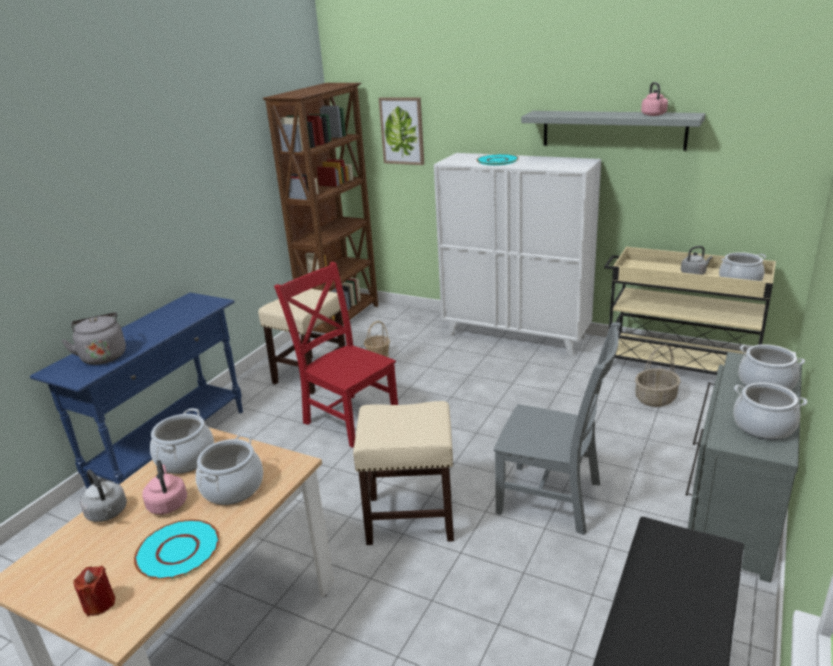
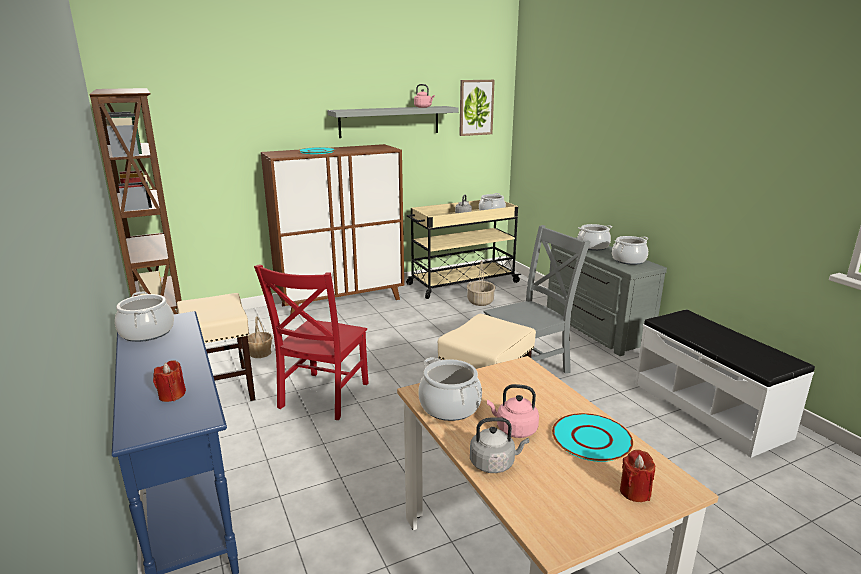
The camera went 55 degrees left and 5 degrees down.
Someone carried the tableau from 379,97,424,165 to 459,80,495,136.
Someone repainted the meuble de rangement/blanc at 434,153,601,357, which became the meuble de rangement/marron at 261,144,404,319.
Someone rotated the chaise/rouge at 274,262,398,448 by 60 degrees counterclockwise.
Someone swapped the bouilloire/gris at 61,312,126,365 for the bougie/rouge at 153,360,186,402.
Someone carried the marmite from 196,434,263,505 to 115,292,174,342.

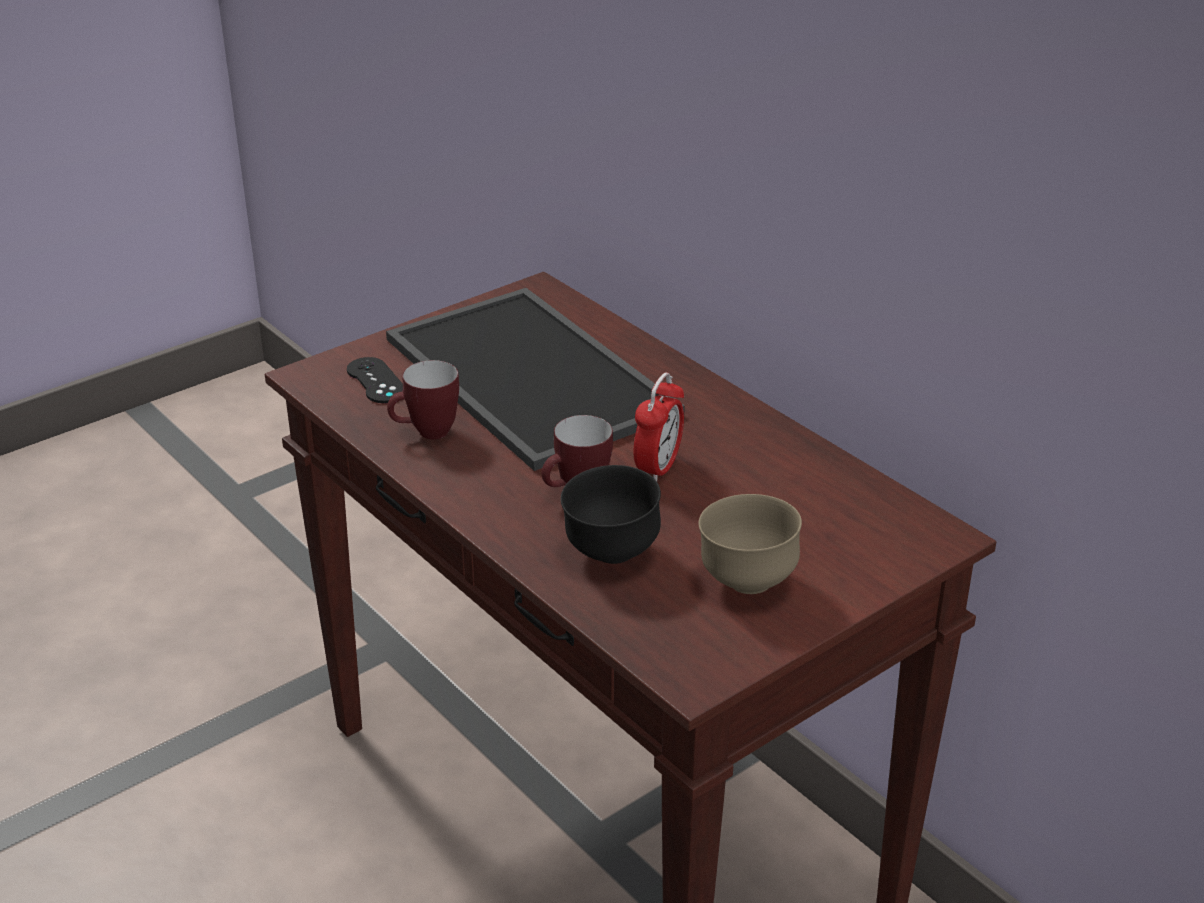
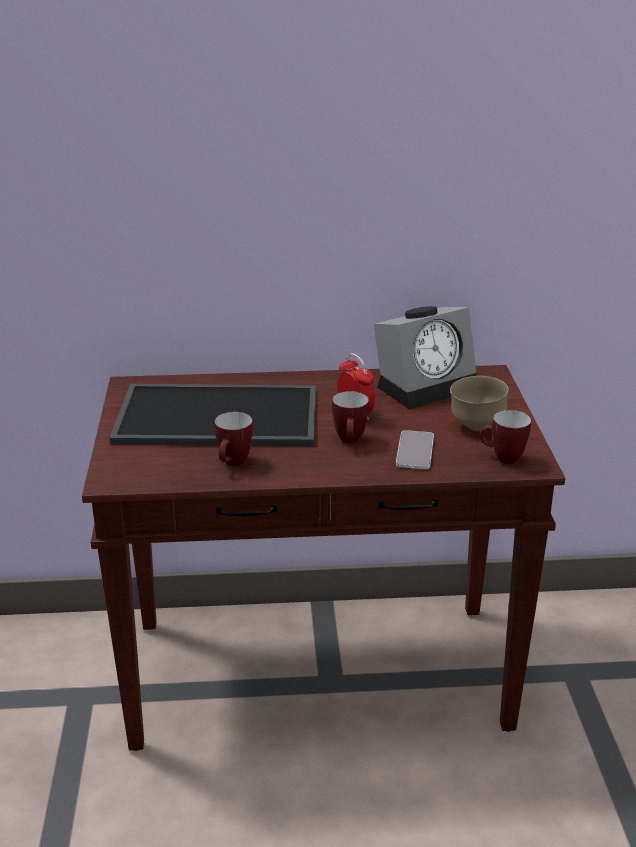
The camera went 55 degrees left and 5 degrees down.
Someone took away the manette/noir at 347,357,403,403.
Someone swapped the bol/noir at 560,465,661,564 for the téléphone at 396,430,434,470.
Someone put down the réveil at 374,306,477,410.
Someone put down the mug at 480,410,531,464.

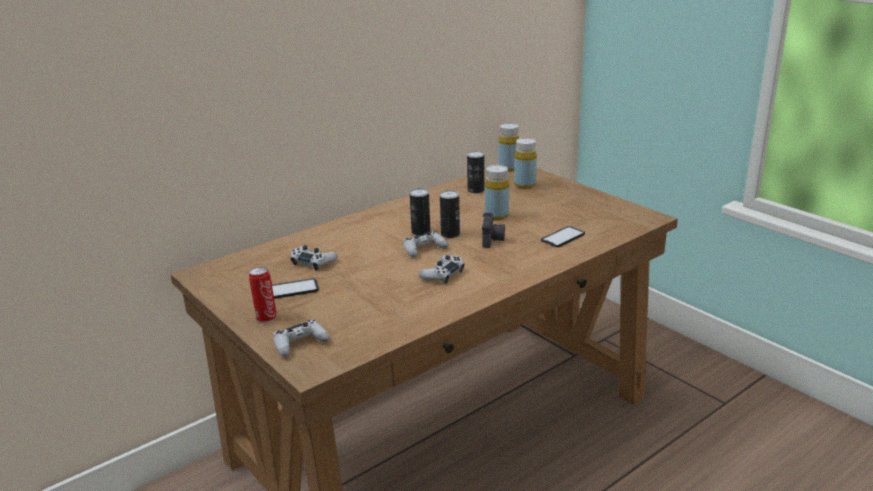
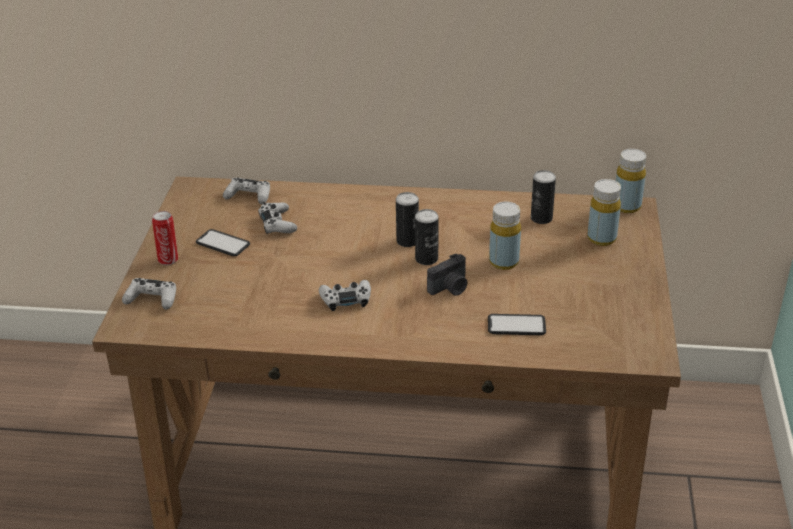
The camera went 45 degrees right and 10 degrees up.
Someone carried the manette/blanc from 403,231,448,258 to 223,178,270,204.

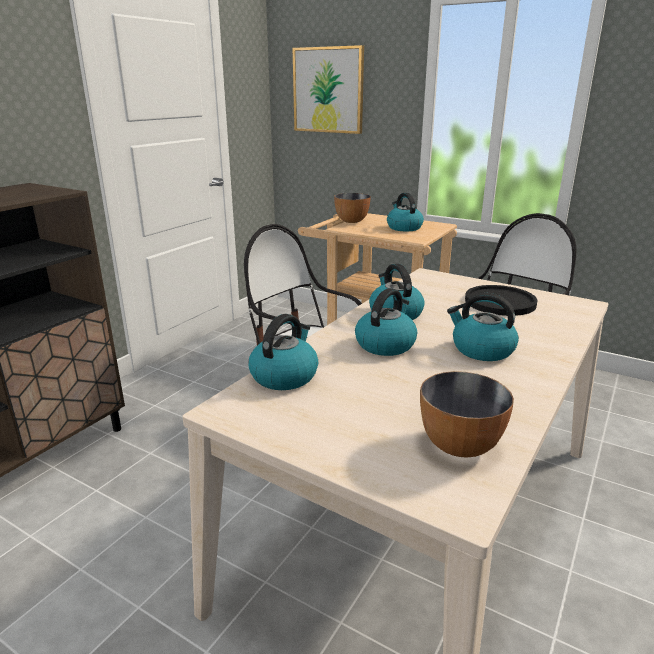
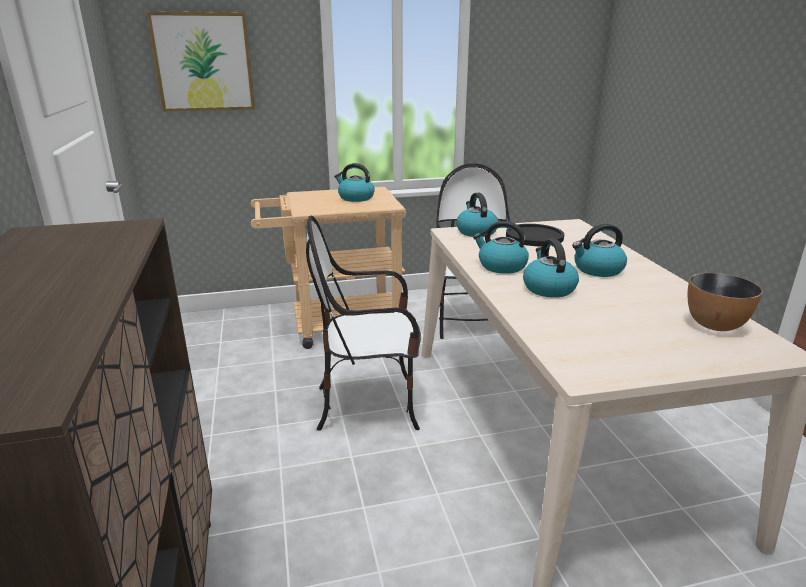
The camera went 45 degrees left and 0 degrees up.
Someone took away the bol at 334,193,370,223.
Someone carried the bouilloire from 249,314,318,390 to 456,193,498,237.

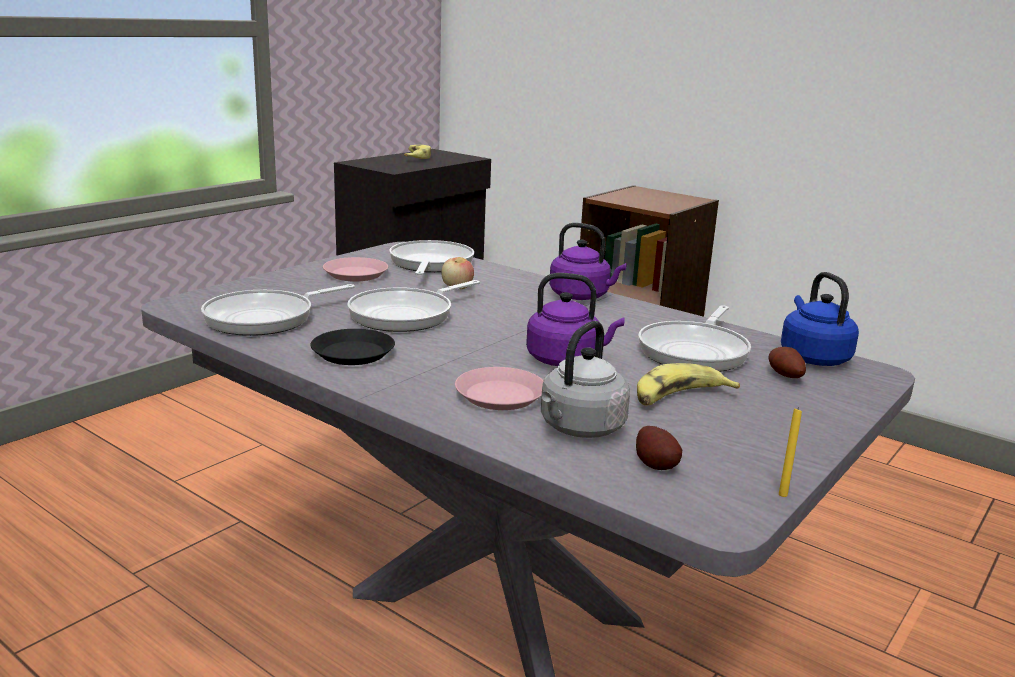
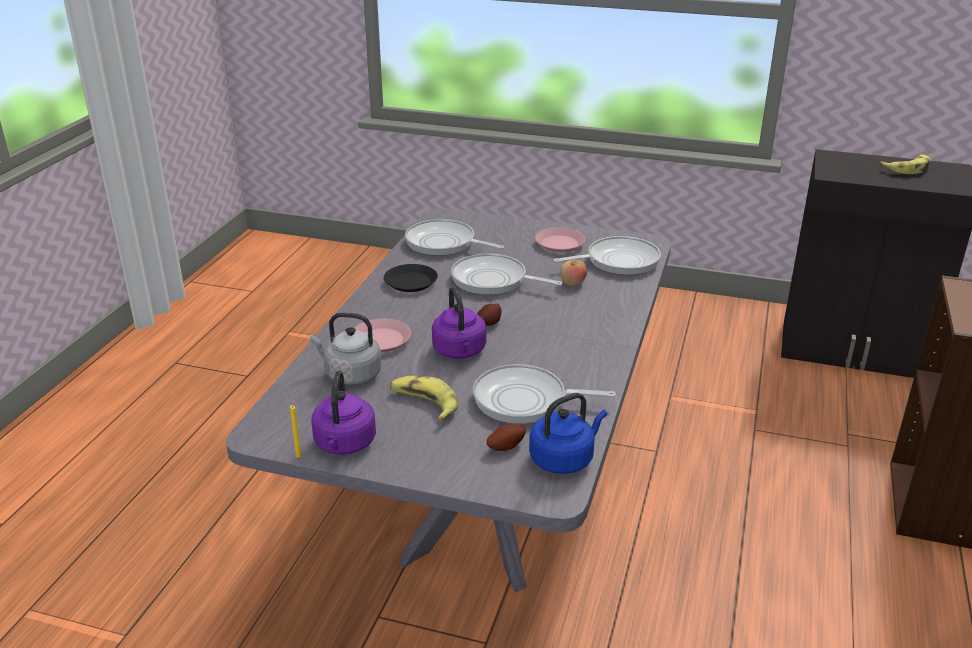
The camera went 70 degrees right and 10 degrees up.
Someone carried the bouilloire/violet from 549,223,627,300 to 312,371,376,455.
Someone carried the pomme de terre from 636,426,682,470 to 477,304,501,326.

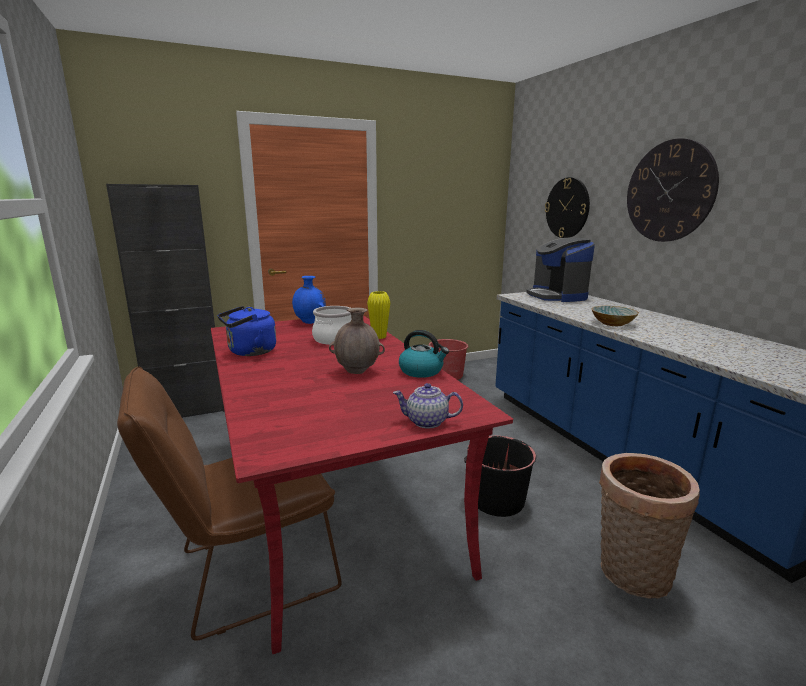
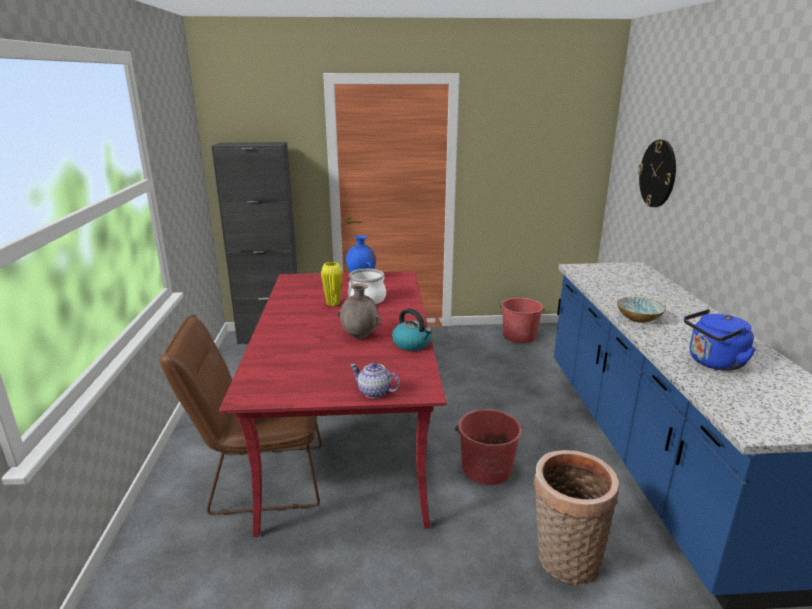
The camera went 20 degrees right and 5 degrees up.
Someone took away the horloge murale at 627,138,719,242.
Someone took away the machine à café at 526,238,595,302.
Someone carried the vase/jaune from 367,291,390,339 to 321,262,342,306.
Someone carried the bouilloire/bleu from 218,306,276,356 to 684,309,756,371.
Someone repainted the seau/noir at 464,436,536,517, which became the seau/rouge at 455,409,523,485.

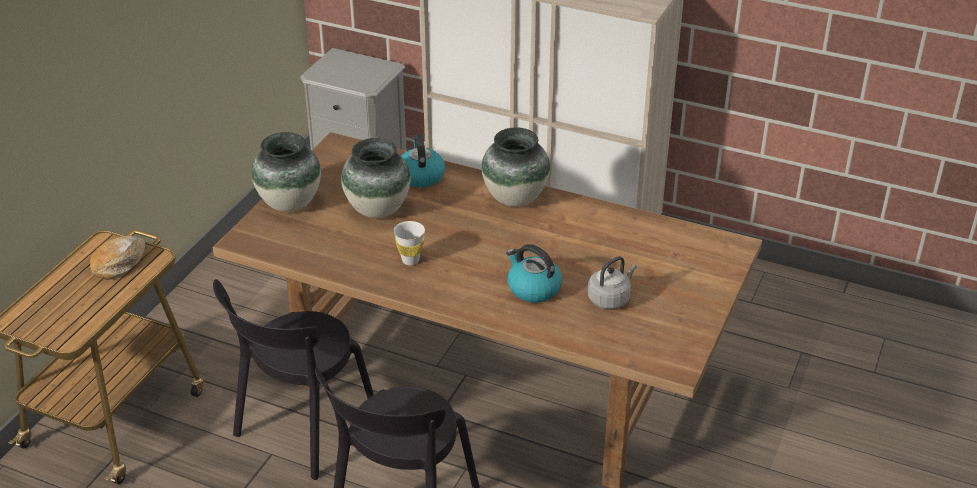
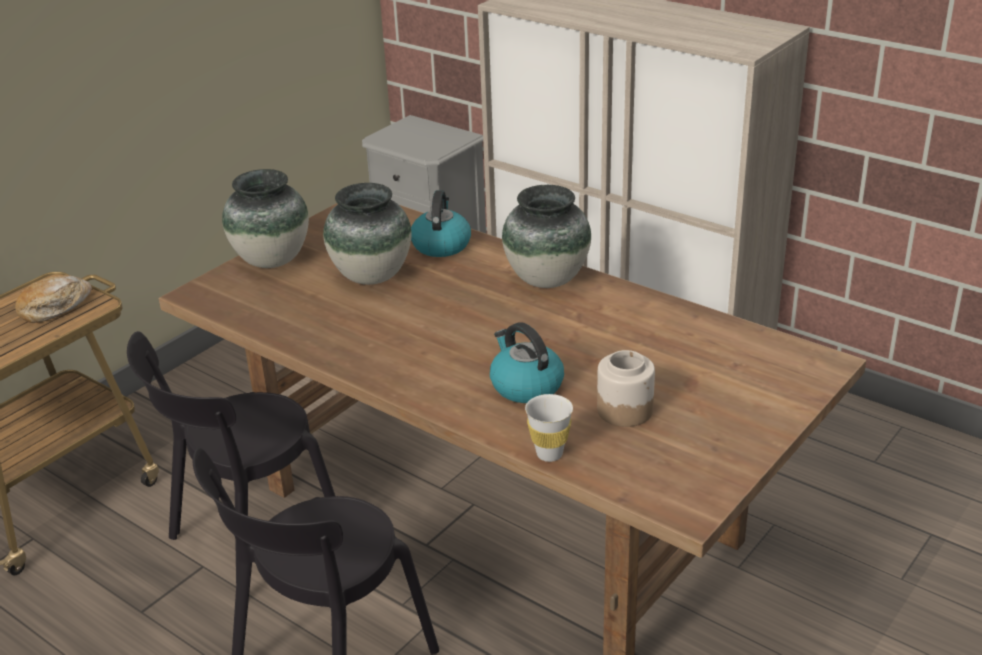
The camera went 15 degrees right and 5 degrees down.
Someone carried the tasse/blanc from 394,221,425,265 to 525,394,573,462.
Someone swapped the bouilloire/gris at 588,256,637,309 for the bocal at 597,350,655,427.

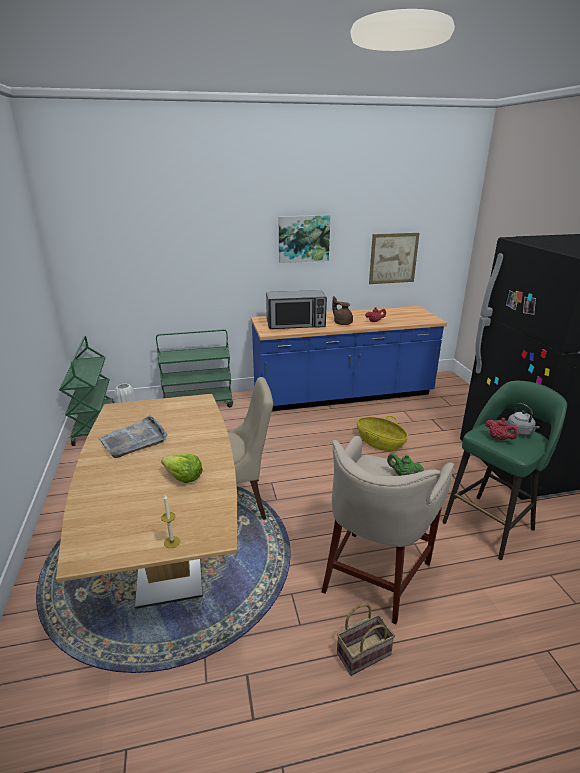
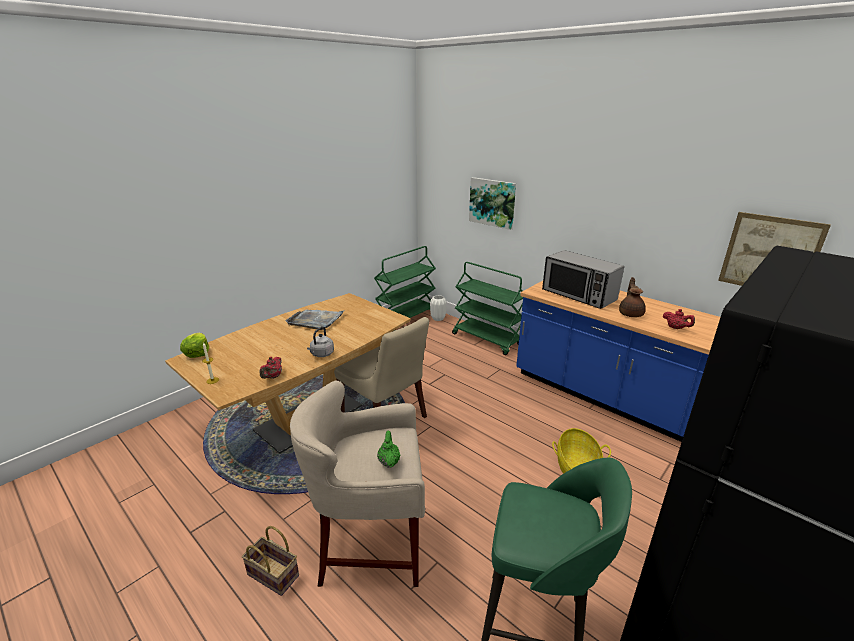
The camera went 55 degrees right and 0 degrees up.
Someone carried the tableau from 279,215,330,263 to 469,177,516,230.
Someone carried the bouilloire/gris from 507,403,540,436 to 307,326,334,357.
Someone carried the théière/rouge from 485,418,519,440 to 260,356,282,379.
Someone carried the laitue from 161,454,203,483 to 180,333,209,358.

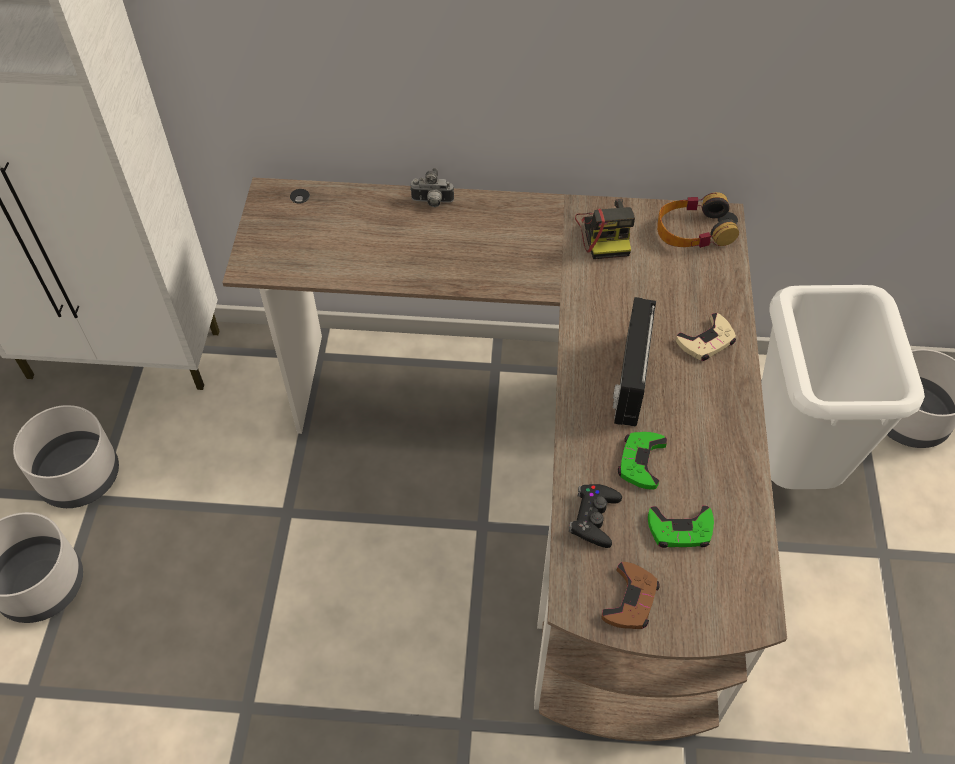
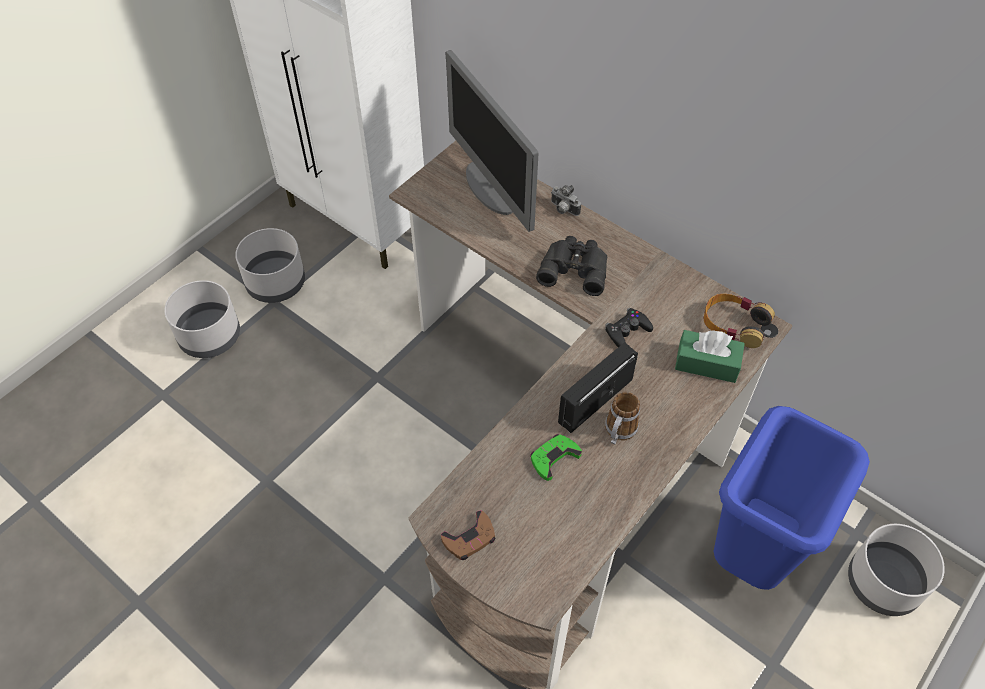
The camera went 35 degrees right and 0 degrees up.
Someone took away the appareil photo at 575,199,635,259.
Someone repainted the poubelle/blanc at 761,285,925,489, which became the poubelle/bleu at 714,406,870,590.
Someone took away the manette/beige at 676,313,736,361.
Someone carried the manette/noir from 569,484,622,548 to 605,308,653,347.
Someone took away the manette/vert at 648,505,714,548.
Someone put down the écran d'ordinateur at 445,50,539,232.
Someone put down the jumelles/noir at 536,236,607,296.
Someone put down the boîte à mouchoirs/vert at 675,330,745,383.
Someone put down the mug at 605,392,640,444.

